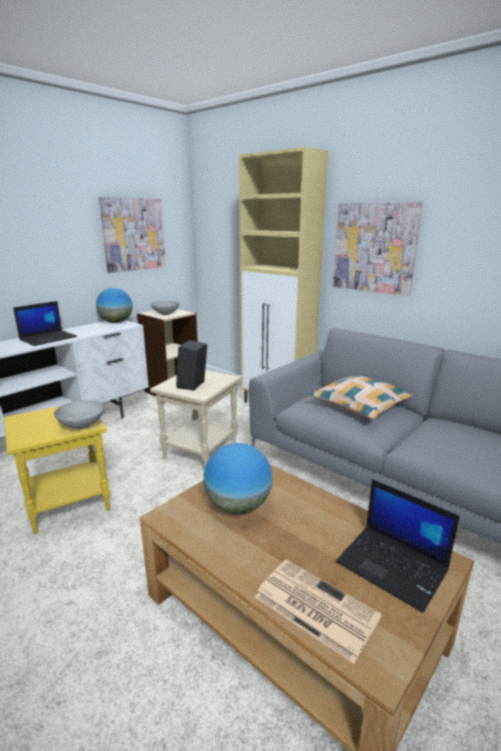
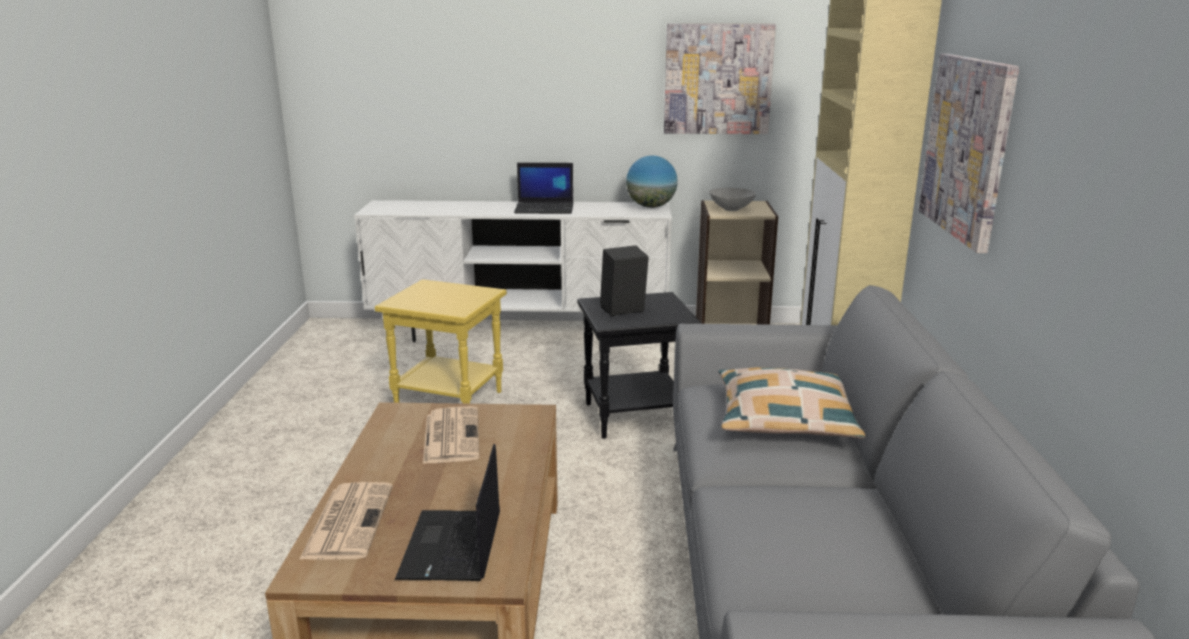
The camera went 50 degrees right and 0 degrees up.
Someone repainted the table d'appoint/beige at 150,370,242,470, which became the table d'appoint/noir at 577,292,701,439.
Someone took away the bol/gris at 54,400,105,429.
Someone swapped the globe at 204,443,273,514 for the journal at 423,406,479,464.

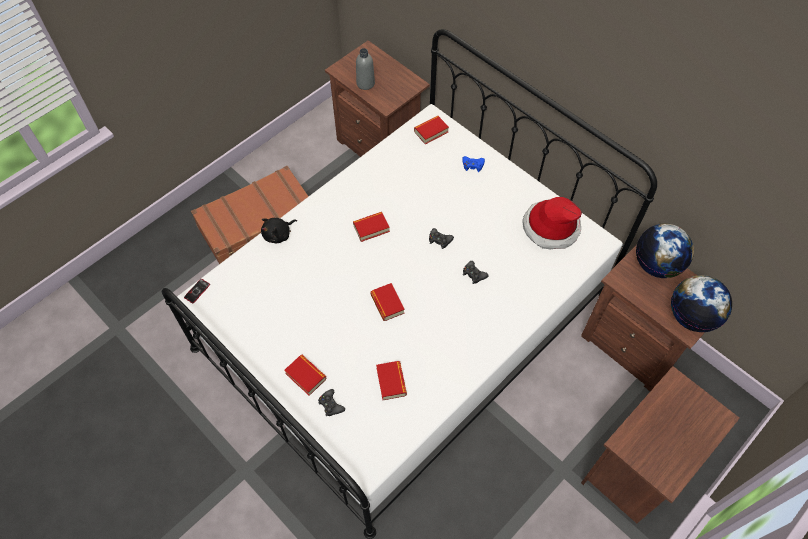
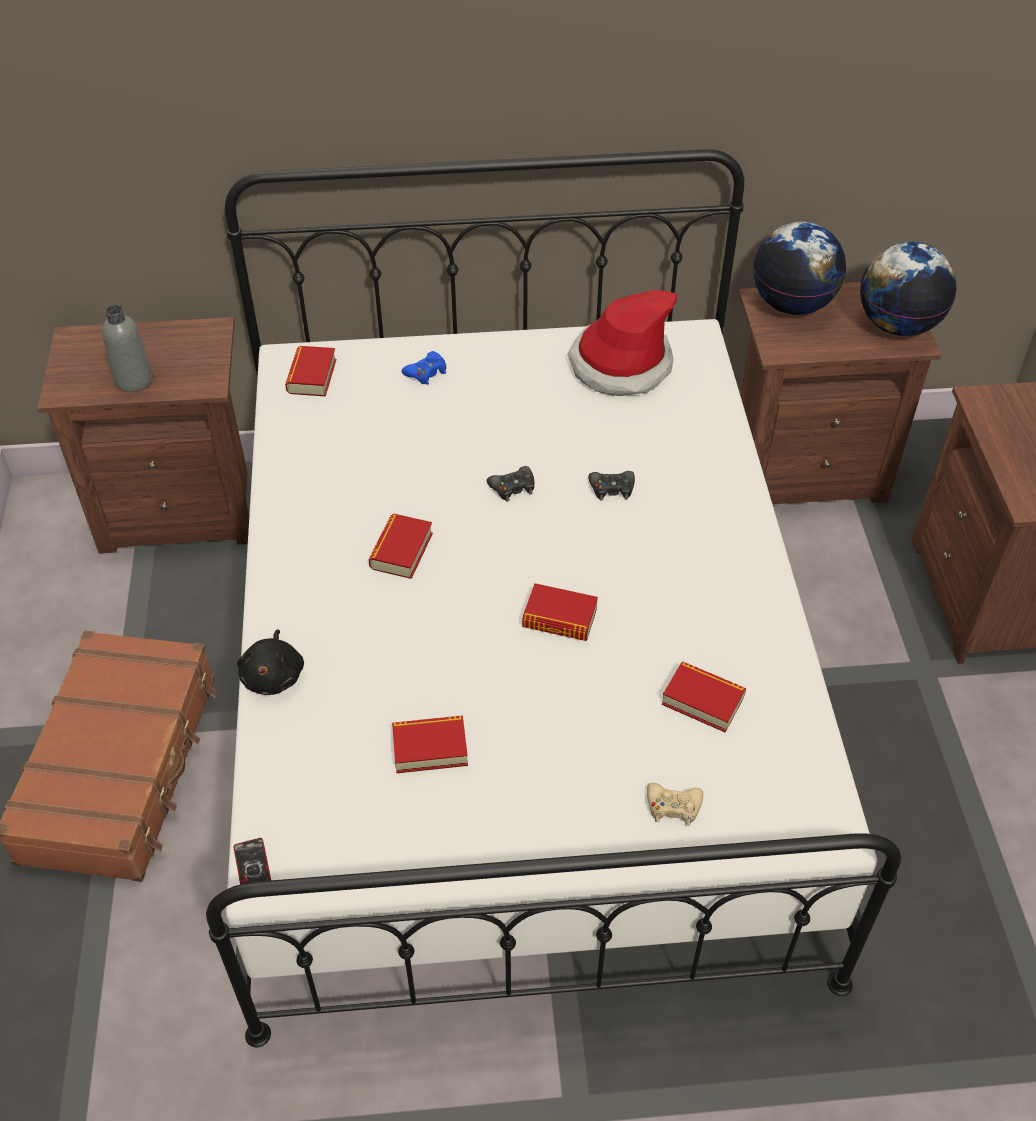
The camera went 50 degrees left and 10 degrees down.
Someone carried the livre from 284,355,327,396 to 392,715,468,773.
Someone repainted the manette/noir at 318,389,345,416, which became the manette/beige at 647,783,703,826.

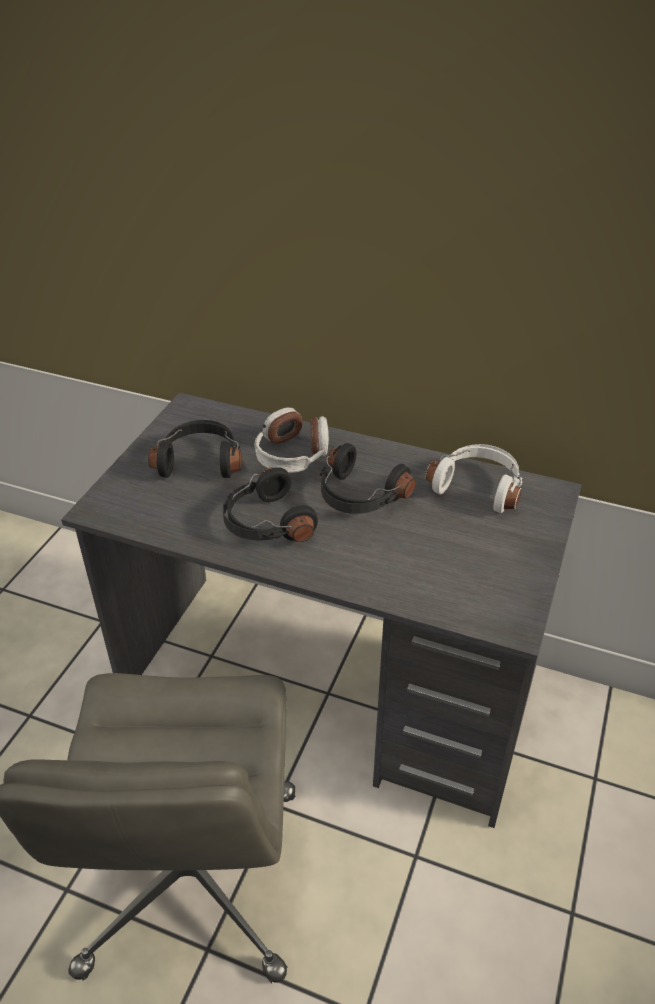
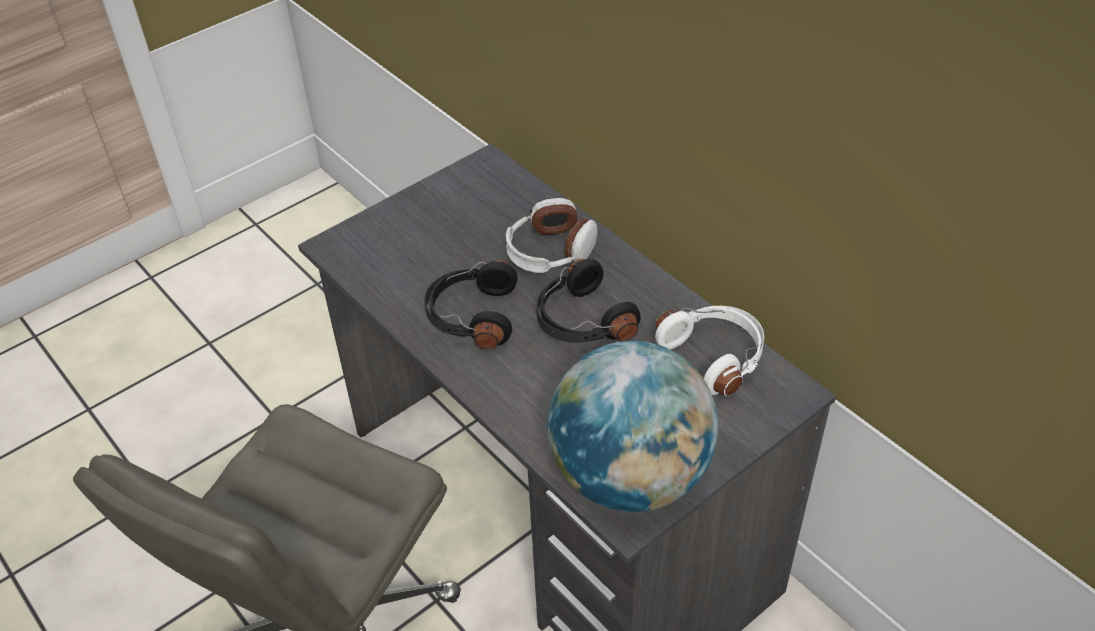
The camera went 30 degrees right and 5 degrees up.
Someone took away the casque audio/noir at 148,420,242,478.
Someone put down the globe at 547,341,718,512.

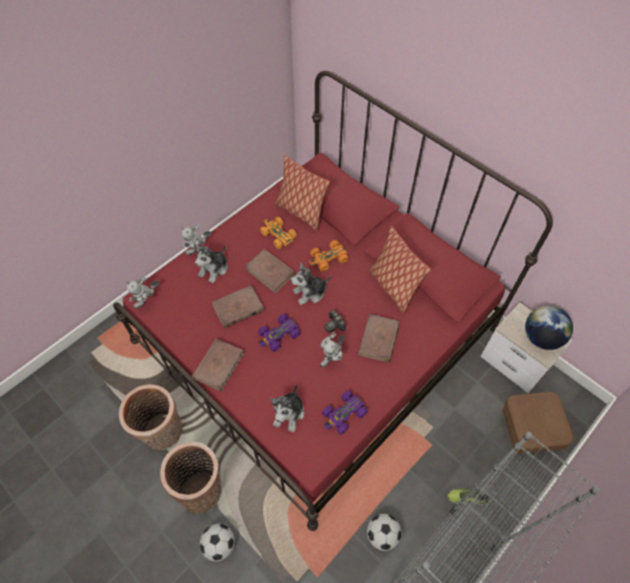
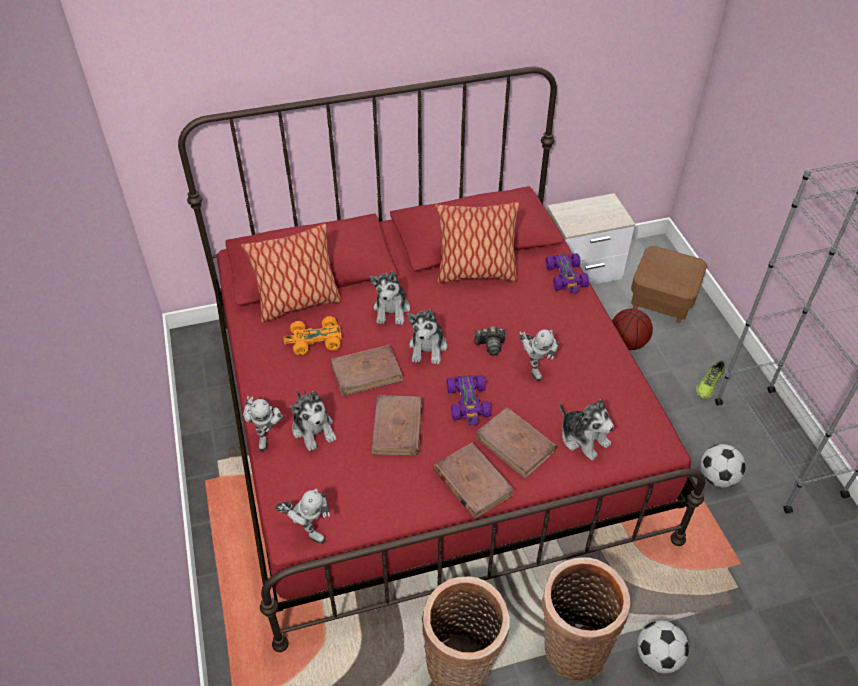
The camera went 60 degrees left and 10 degrees down.
Someone swapped the petite voiture/orange at 309,240,349,272 for the peluche at 370,271,410,325.
Someone rotated the robot jouet at 126,275,160,309 by 45 degrees counterclockwise.
Someone took away the globe at 525,306,573,350.
Someone carried the livre/marron from 358,314,400,363 to 476,407,557,479.
Someone carried the petite voiture/violet from 322,390,368,434 to 545,253,589,293.
Someone put down the ballon de basket at 612,308,653,350.

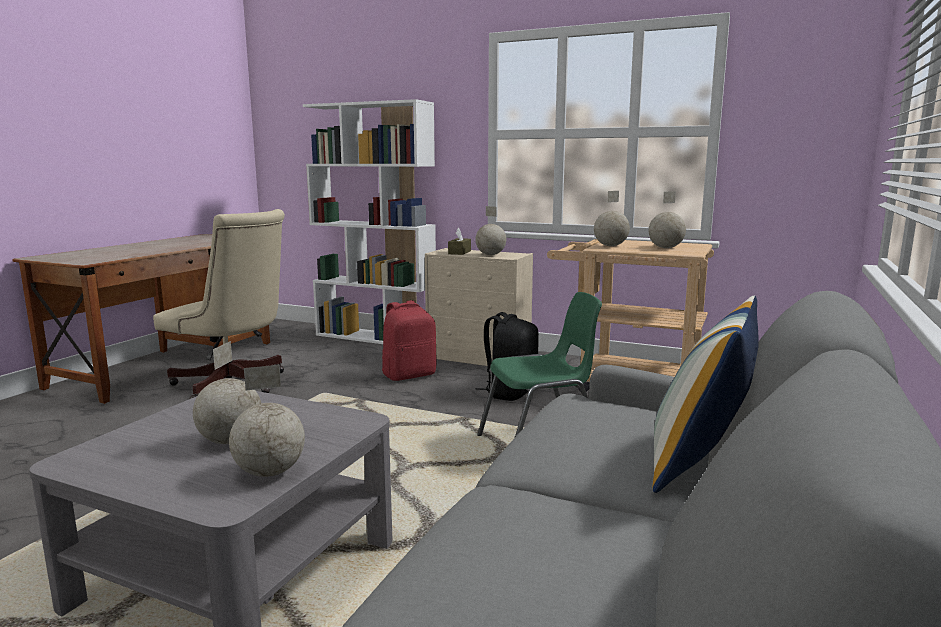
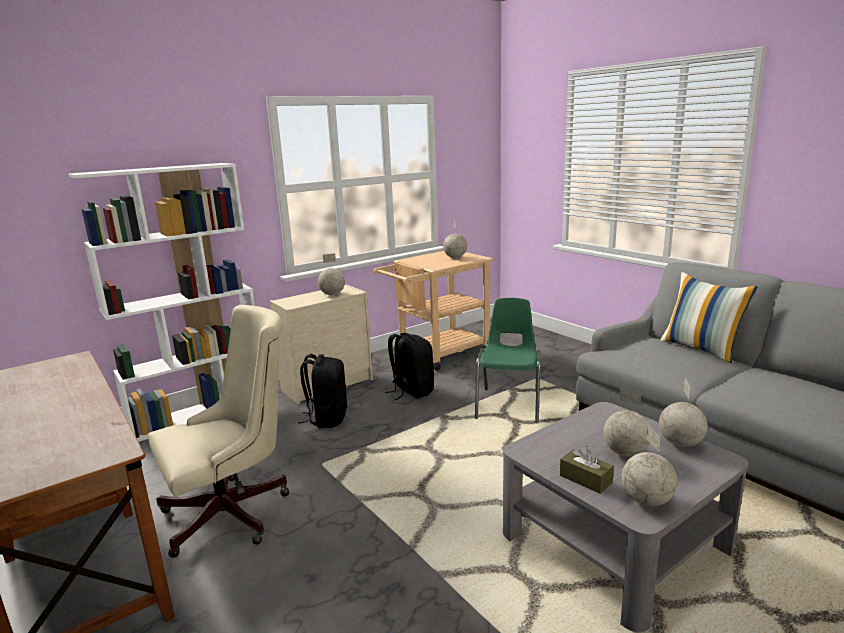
The camera went 60 degrees left and 5 degrees up.
Someone carried the globe from 594,191,630,246 to 622,425,677,506.
Someone carried the boîte à mouchoirs/marron from 448,228,471,255 to 560,446,614,494.
Someone repainted the sac à dos/rouge at 382,300,437,381, which became the sac à dos/noir at 298,354,347,428.

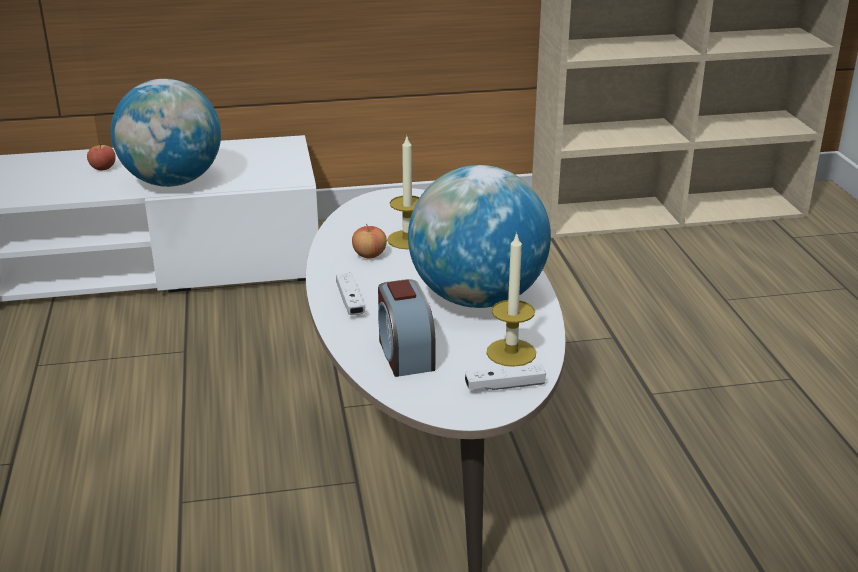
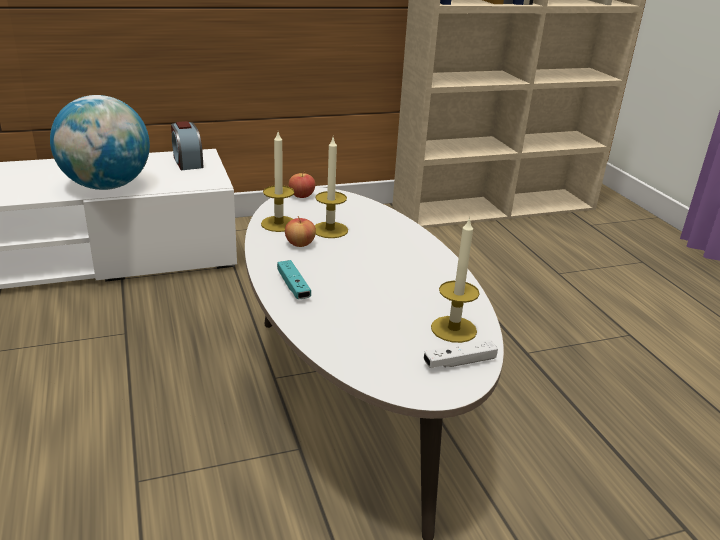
The camera went 10 degrees left and 0 degrees up.
Someone carried the pomme from 87,144,116,171 to 289,172,315,198.
Someone took away the globe at 408,165,551,308.
Someone repainted the manette/blanc at 336,273,365,315, which became the manette/turquoise at 277,260,311,299.
Someone carried the réveil from 378,279,436,377 to 171,121,204,170.
Someone put down the bougie at 261,132,294,232.

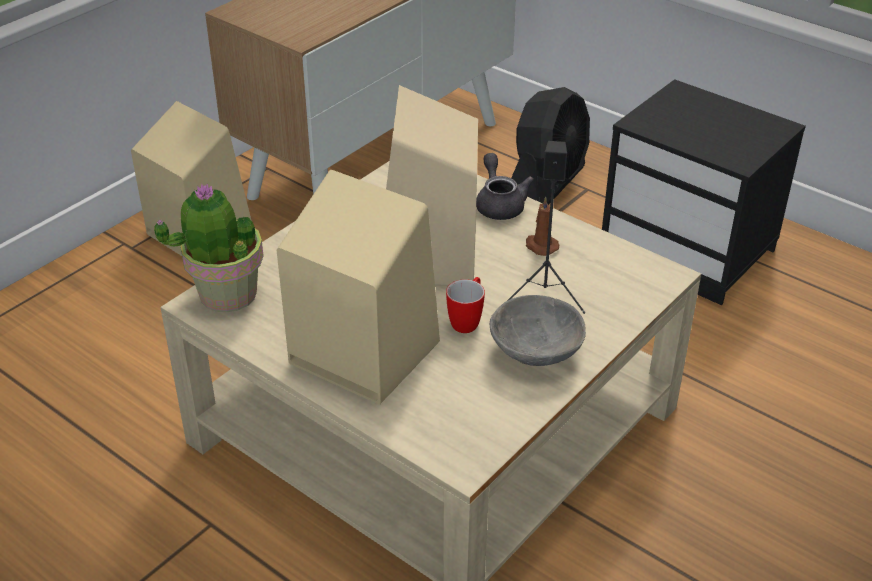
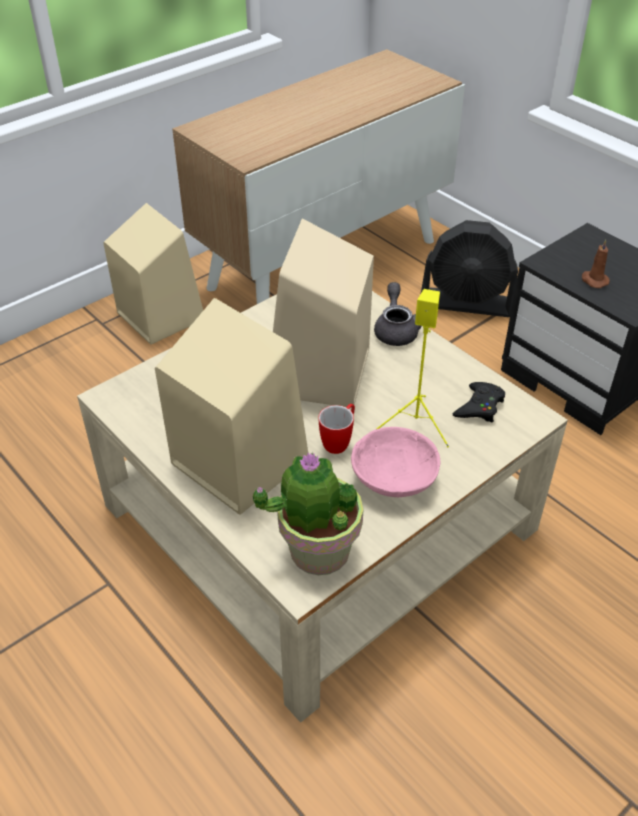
The camera went 10 degrees right and 5 degrees up.
Someone rotated the ventilateur/noir at 511,87,590,205 by 60 degrees clockwise.
Someone repainted the enceinte/noir at 507,141,585,314, which became the enceinte/jaune at 376,289,449,447.
Someone carried the plante en pot from 154,184,264,312 to 253,452,364,575.
Someone carried the bougie/marron from 526,196,559,256 to 582,239,610,288.
Someone repainted the bol/gris at 490,295,586,366, which became the bol/rose at 351,427,441,497.
Someone put down the manette/noir at 453,382,505,422.

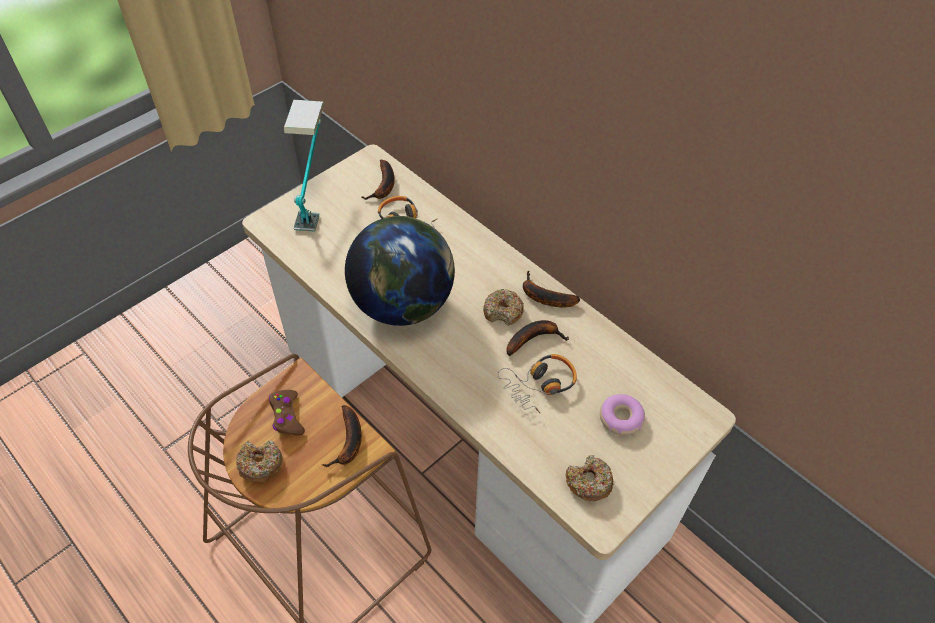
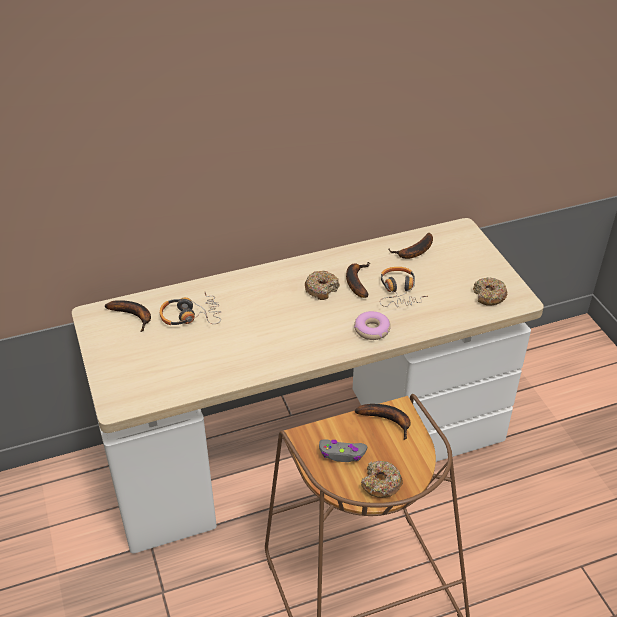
The camera went 65 degrees left and 10 degrees down.
Someone took away the lampe de table at 284,100,324,232.
Someone took away the globe at 345,216,455,326.
Someone carried the banane from 523,270,580,307 to 389,233,433,259.
Someone repainted the manette/marron at 269,390,305,436, which became the manette/gris at 319,439,367,462.
Someone carried the beignet from 600,394,645,436 to 354,311,391,340.

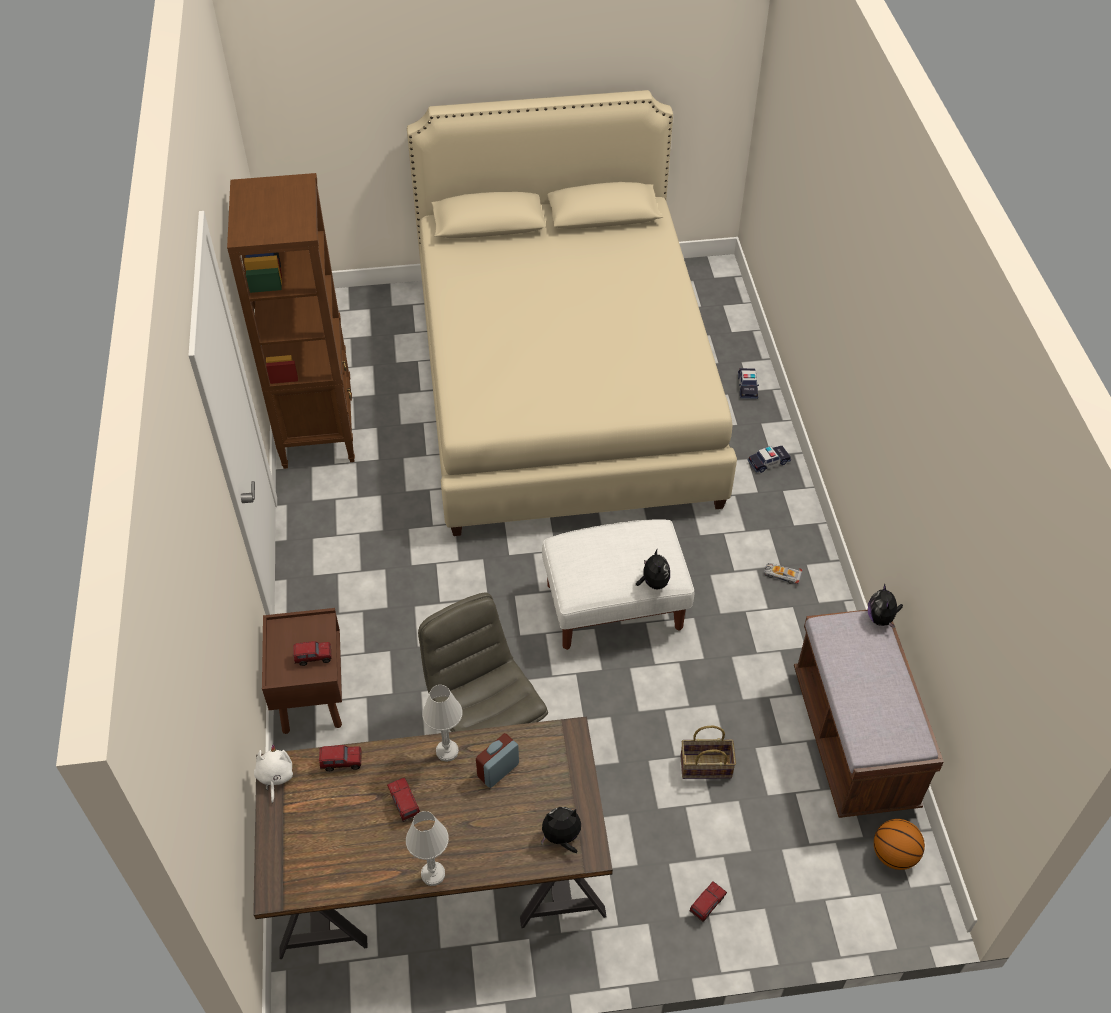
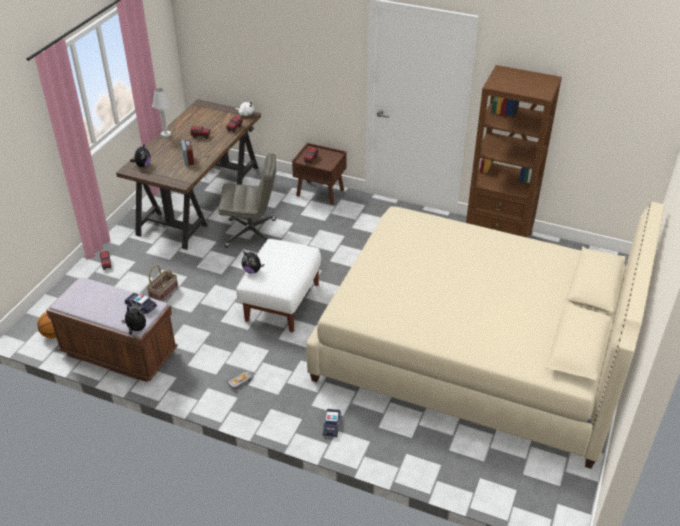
The camera went 120 degrees right and 10 degrees down.
Someone carried the petite voiture from 738,368,759,399 to 125,293,157,314.
Someone took away the lampe de table/blanc at 422,685,462,762.

